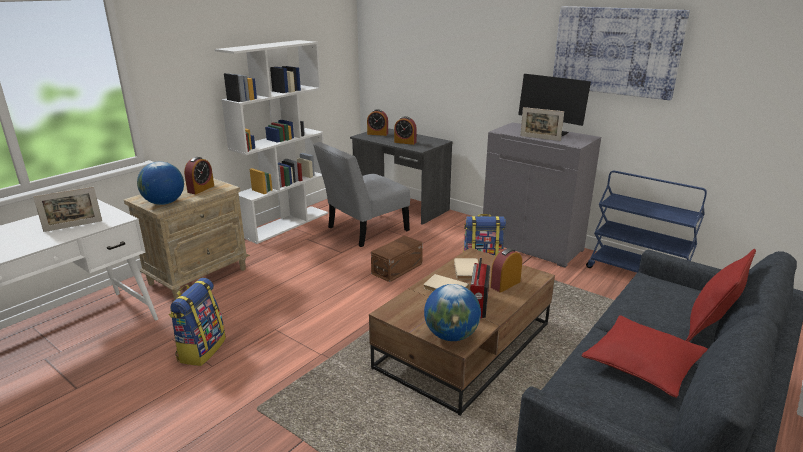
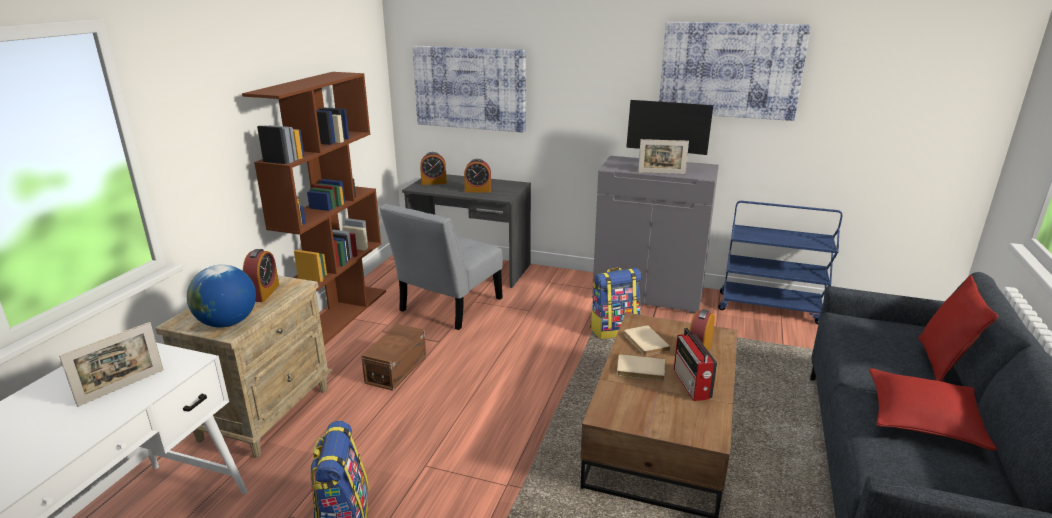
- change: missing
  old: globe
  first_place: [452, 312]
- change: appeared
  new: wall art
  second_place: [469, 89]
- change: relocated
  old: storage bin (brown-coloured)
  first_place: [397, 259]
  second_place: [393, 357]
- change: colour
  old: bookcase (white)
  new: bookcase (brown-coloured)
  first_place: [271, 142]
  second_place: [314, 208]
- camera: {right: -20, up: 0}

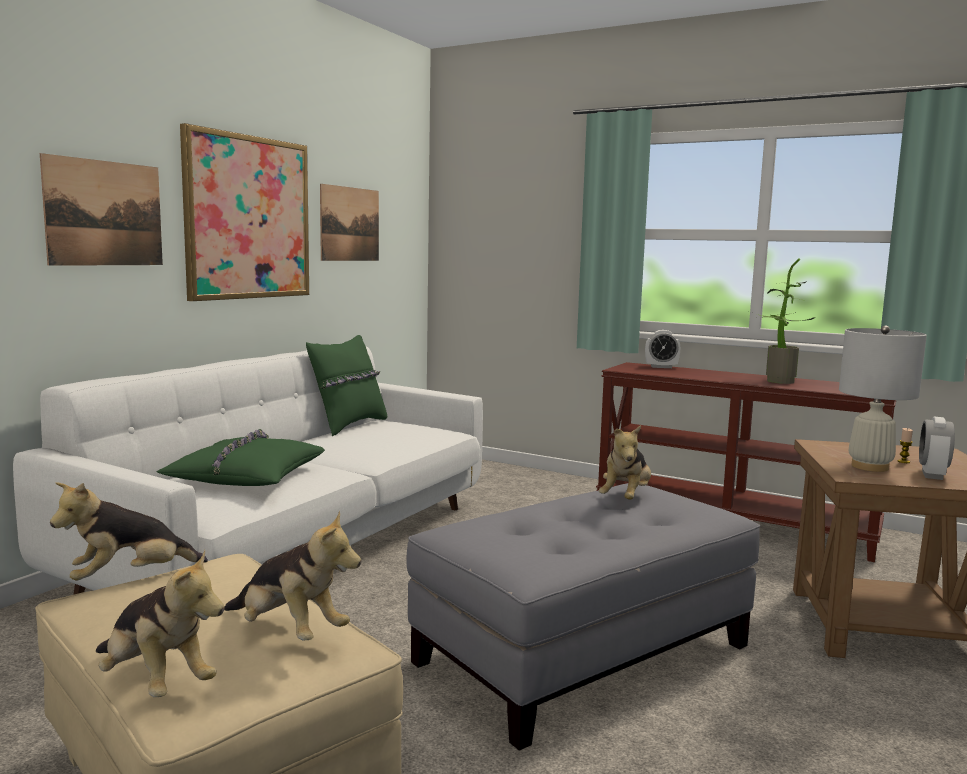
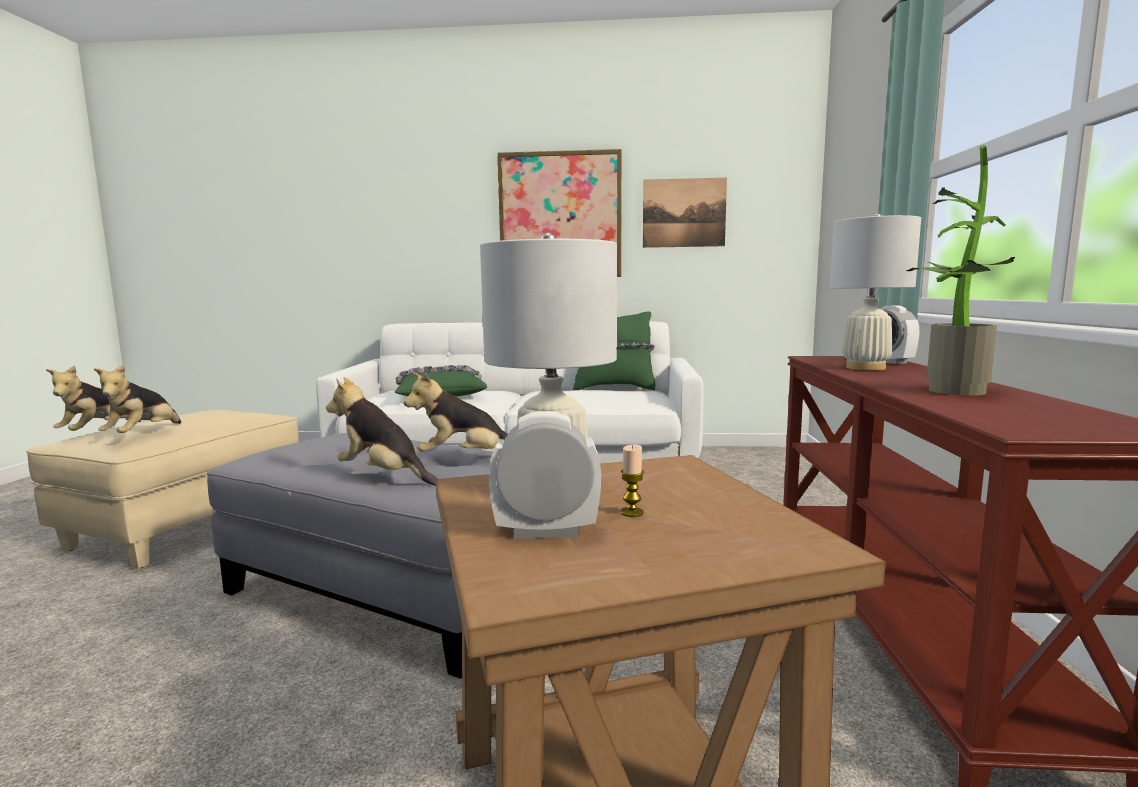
- change: missing
  old: wall art
  first_place: [101, 209]
- change: appeared
  new: lamp for a table (white)
  second_place: [875, 291]
- change: relocated
  old: plush toy
  first_place: [129, 531]
  second_place: [382, 431]
- camera: {right: 65, up: 0}

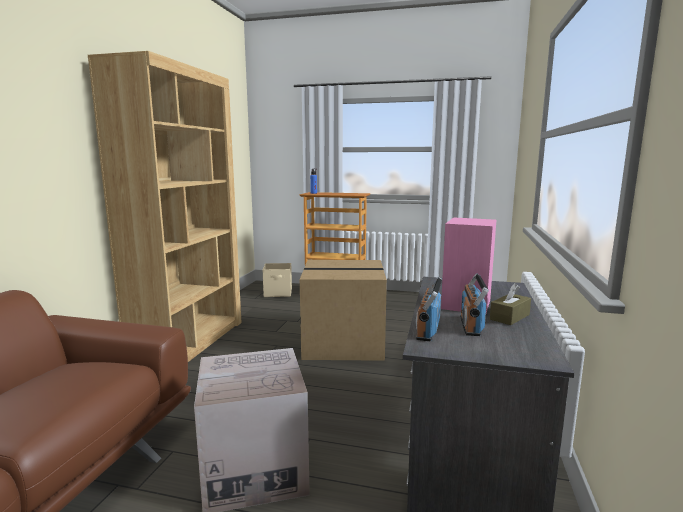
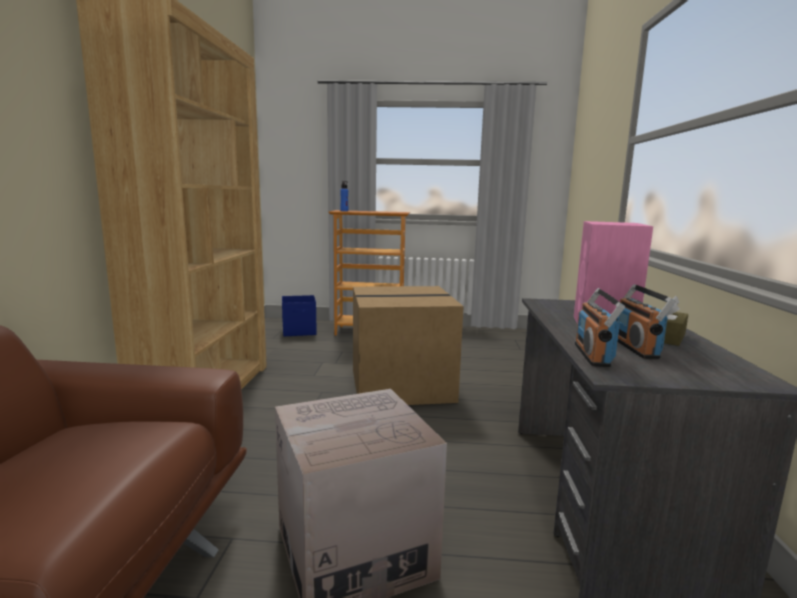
- change: colour
  old: storage bin (sand-coloured)
  new: storage bin (bluish)
  first_place: [277, 280]
  second_place: [299, 315]
- camera: {right: -10, up: 0}

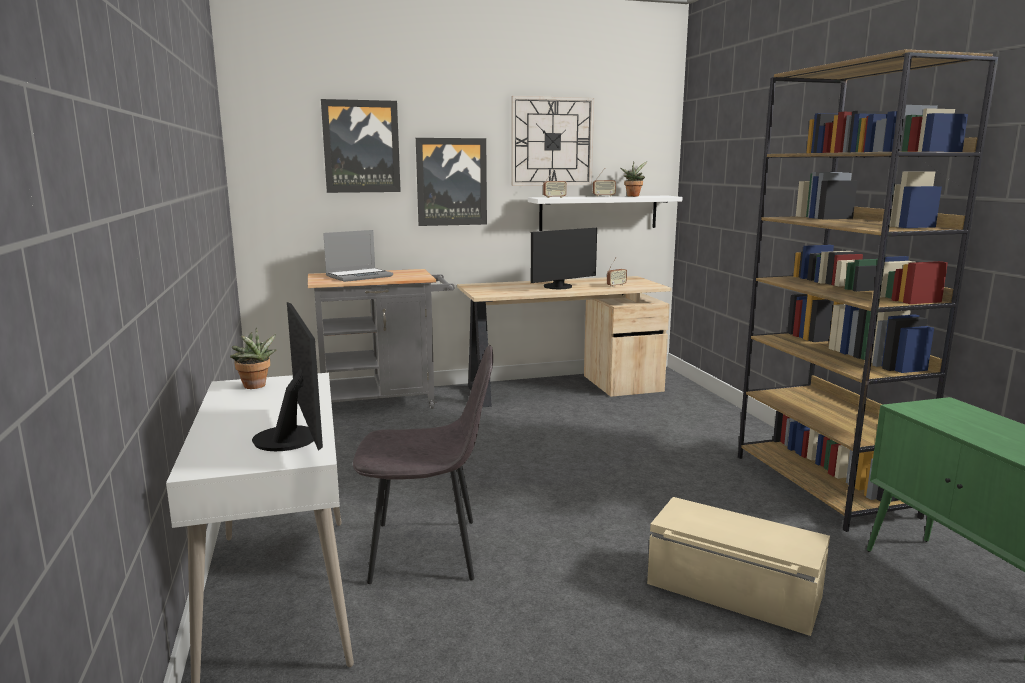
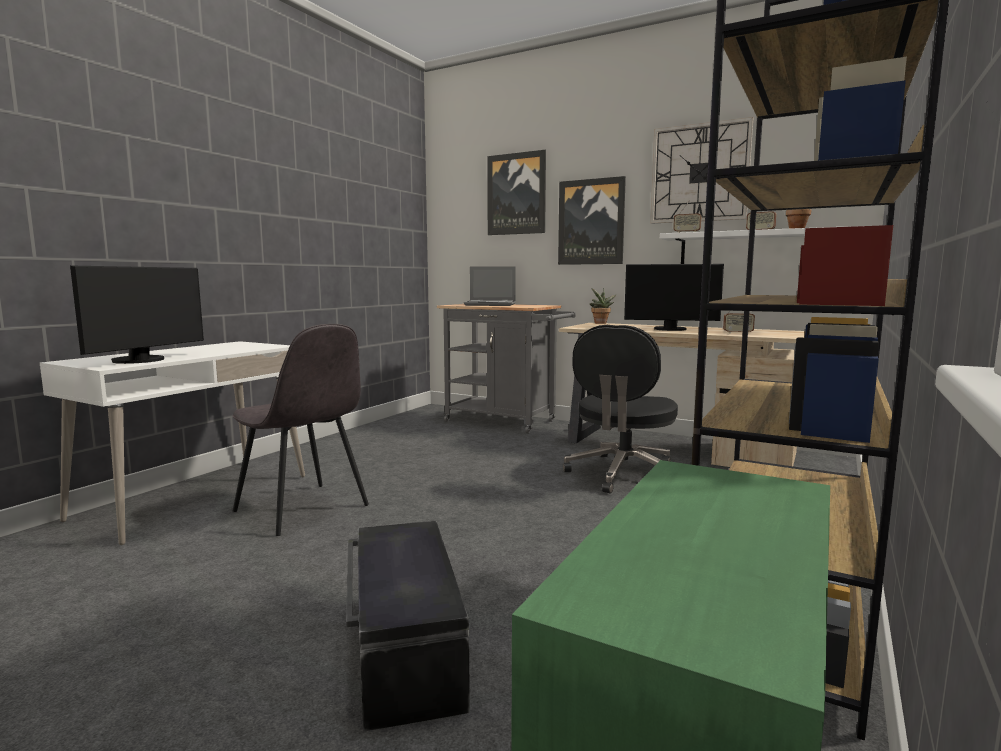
- change: appeared
  new: office chair (black-coloured)
  second_place: [620, 409]
- change: relocated
  old: plant in a pot
  first_place: [253, 358]
  second_place: [603, 306]
- change: colour
  old: storage bin (sand-coloured)
  new: storage bin (black-coloured)
  first_place: [738, 566]
  second_place: [408, 626]
- camera: {right: 45, up: -5}

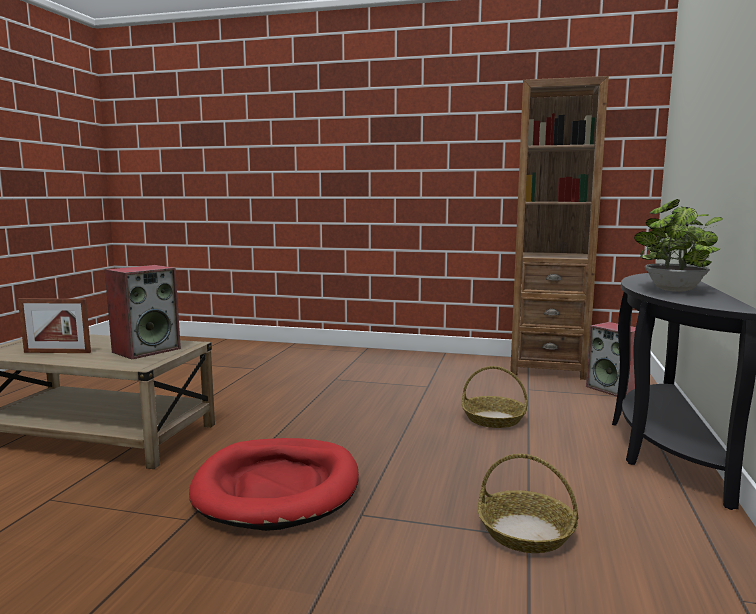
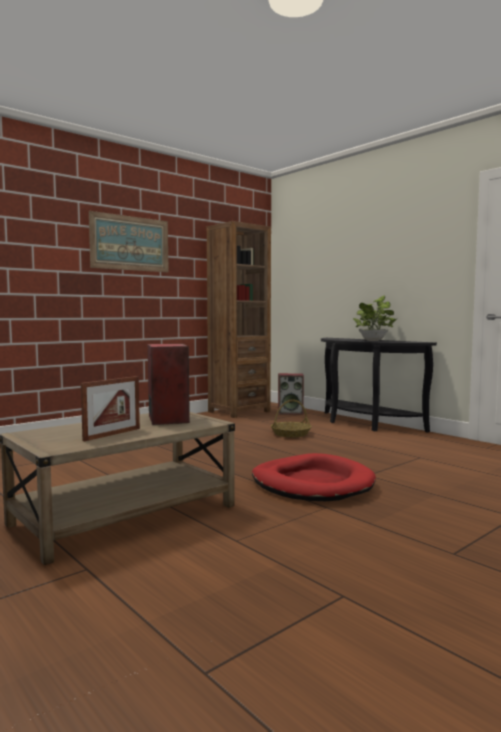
- change: missing
  old: storage basket
  first_place: [528, 503]
- change: appeared
  new: wall art
  second_place: [129, 241]
- camera: {right: -55, up: -5}

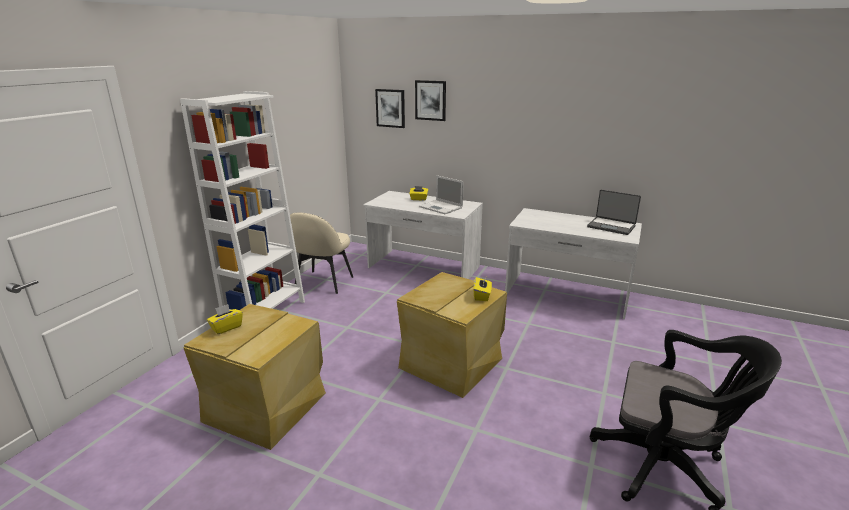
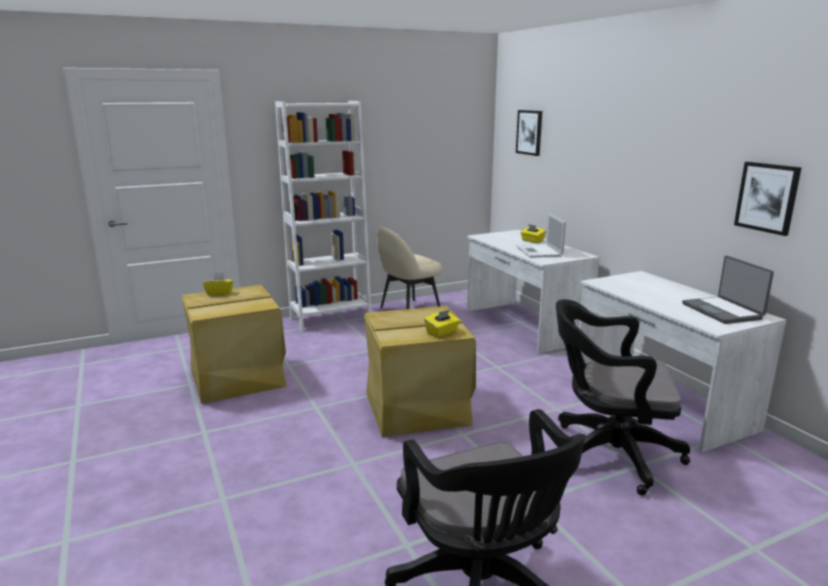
- change: appeared
  new: office chair (black-coloured)
  second_place: [623, 397]
- change: relocated
  old: wall art
  first_place: [430, 100]
  second_place: [768, 199]
- camera: {right: 40, up: -5}

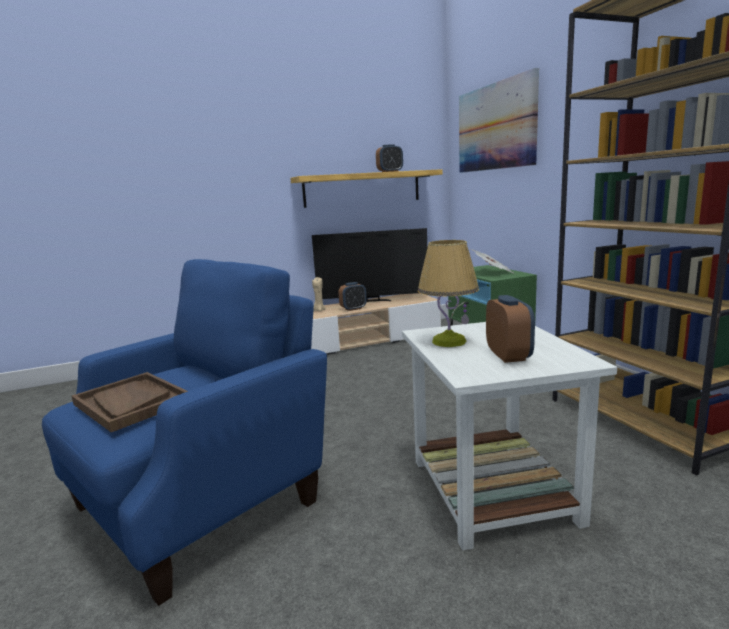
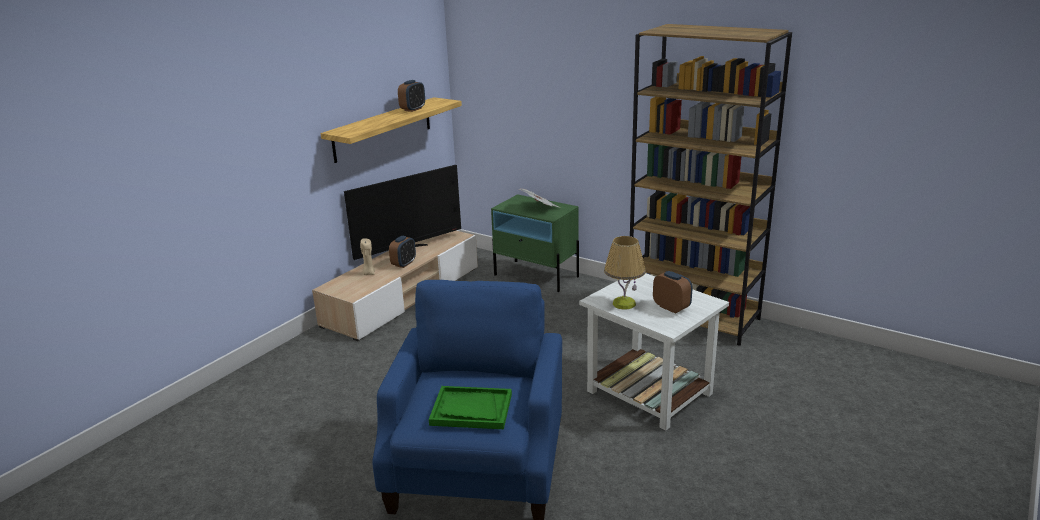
- change: missing
  old: wall art
  first_place: [499, 120]
- change: colour
  old: serving tray (brown-coloured)
  new: serving tray (green-coloured)
  first_place: [130, 402]
  second_place: [470, 407]
- camera: {right: -35, up: 10}

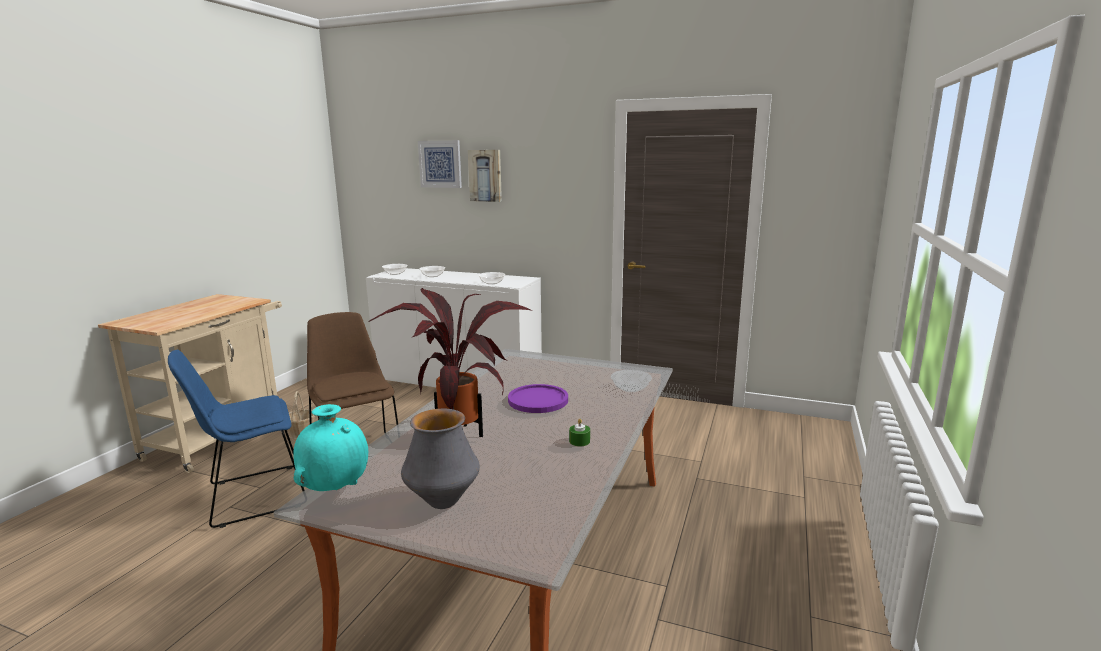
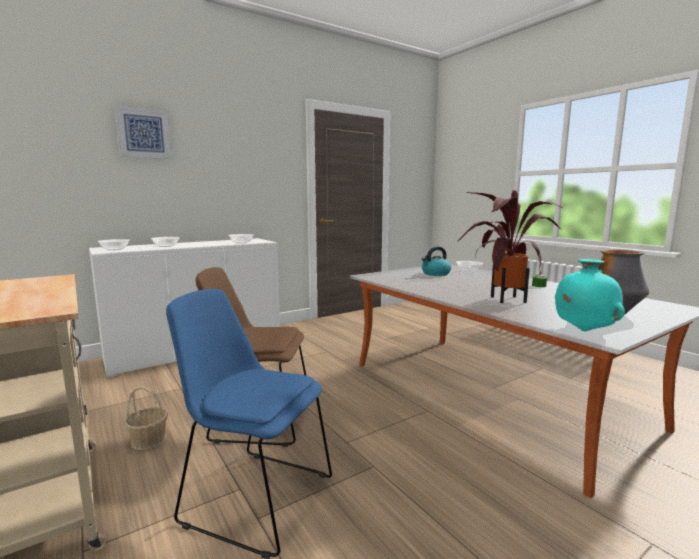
- change: missing
  old: wall art
  first_place: [485, 176]
- change: missing
  old: dinner plate (purple-coloured)
  first_place: [538, 398]
- change: appeared
  new: tea kettle
  second_place: [436, 261]
- change: spun
  old: upright chair (bluish)
  first_place: [236, 439]
  second_place: [249, 424]
  degrees: 105
- camera: {right: -55, up: -5}

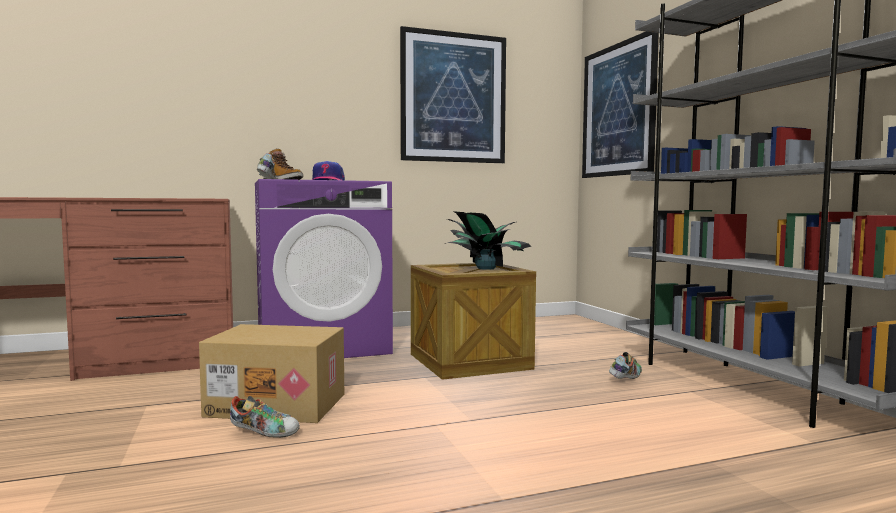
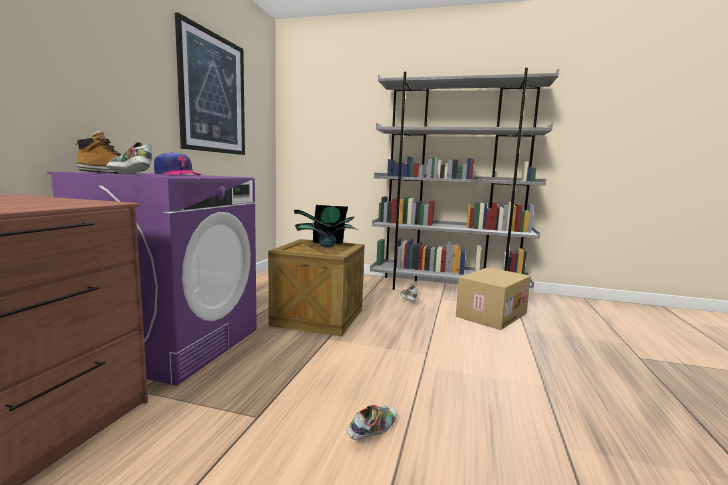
- change: missing
  old: wall art
  first_place: [620, 105]
- change: relocated
  old: carton
  first_place: [271, 373]
  second_place: [493, 298]
- camera: {right: -55, up: 5}

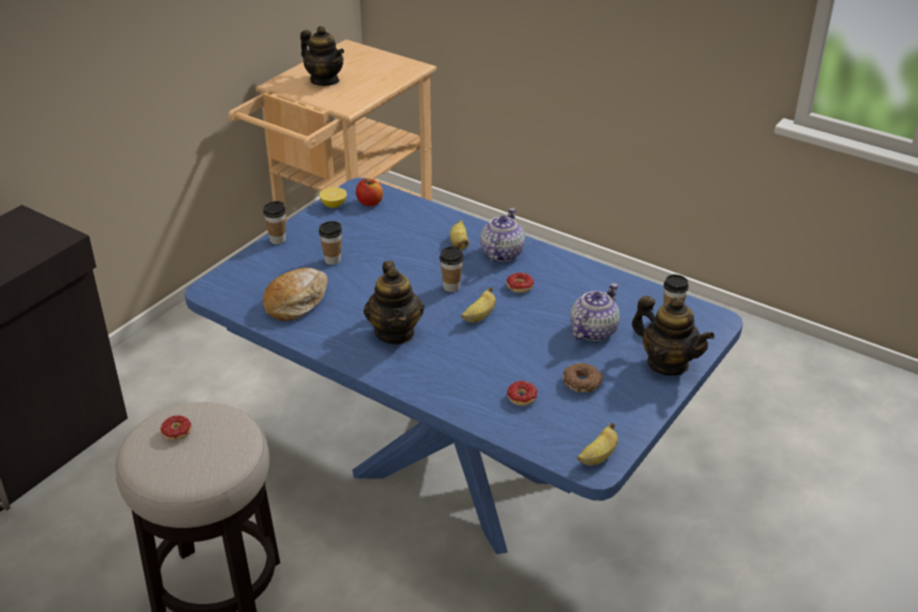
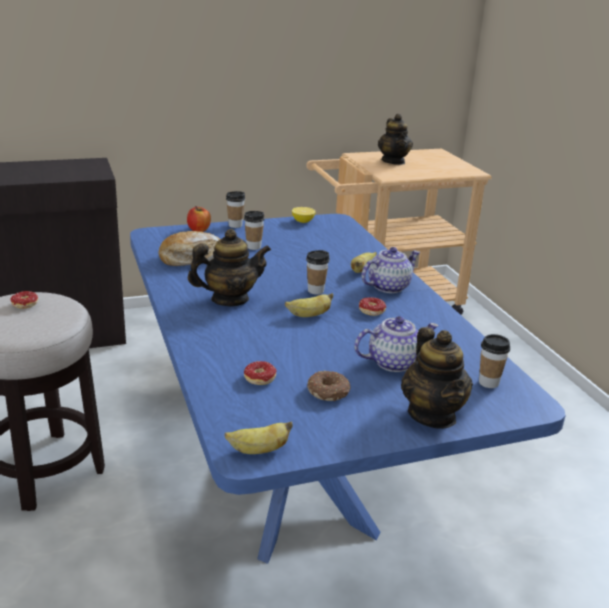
- change: relocated
  old: apple
  first_place: [369, 192]
  second_place: [199, 219]
- change: spun
  old: tea pot
  first_place: [394, 303]
  second_place: [229, 268]
  degrees: -135
- camera: {right: 35, up: -10}

